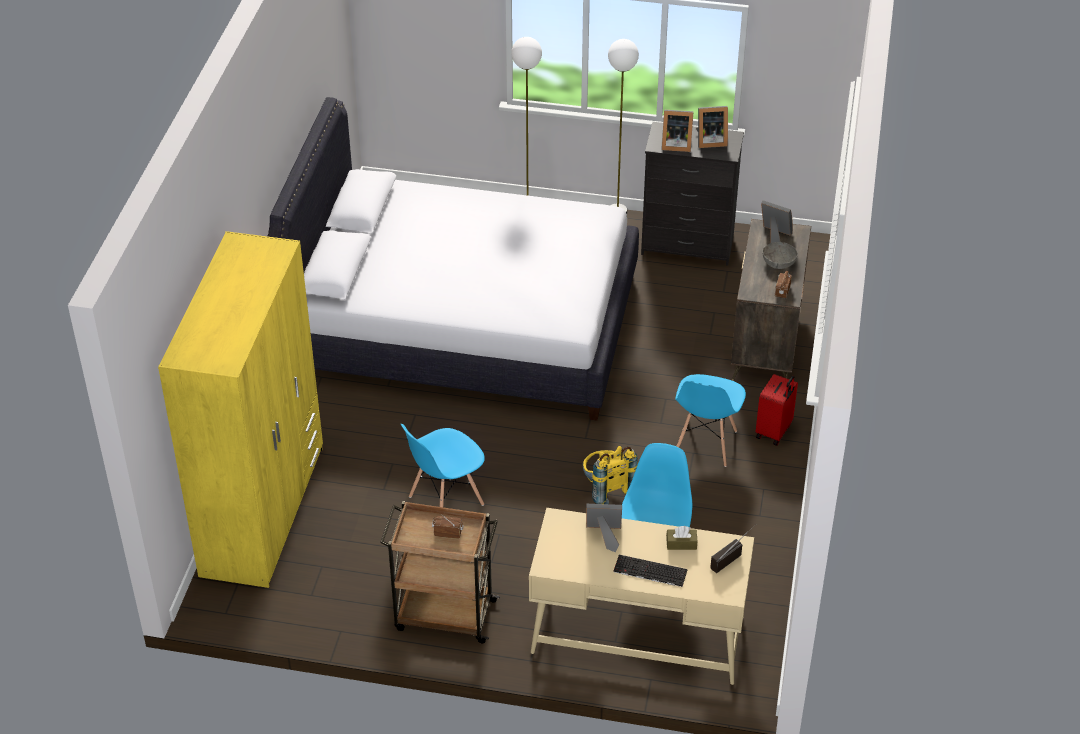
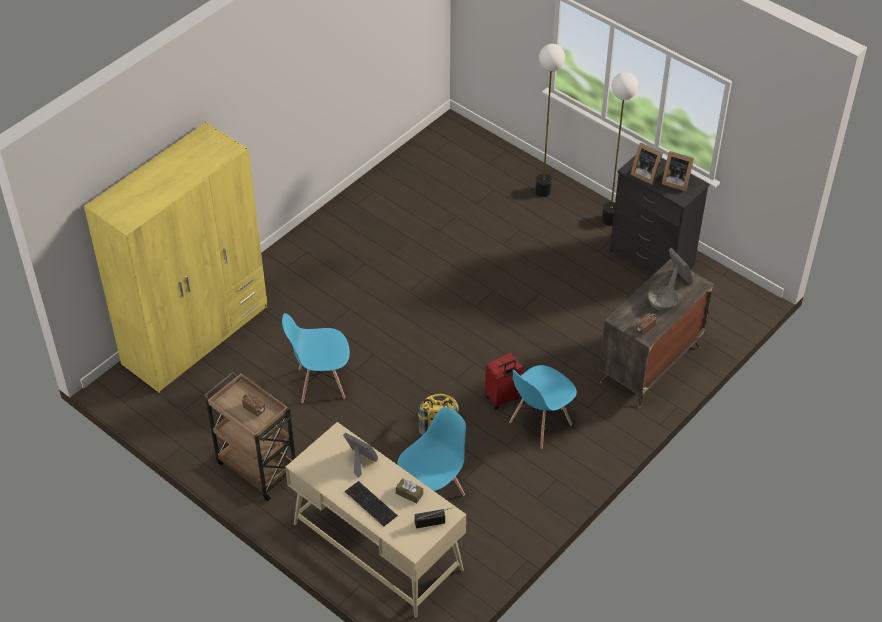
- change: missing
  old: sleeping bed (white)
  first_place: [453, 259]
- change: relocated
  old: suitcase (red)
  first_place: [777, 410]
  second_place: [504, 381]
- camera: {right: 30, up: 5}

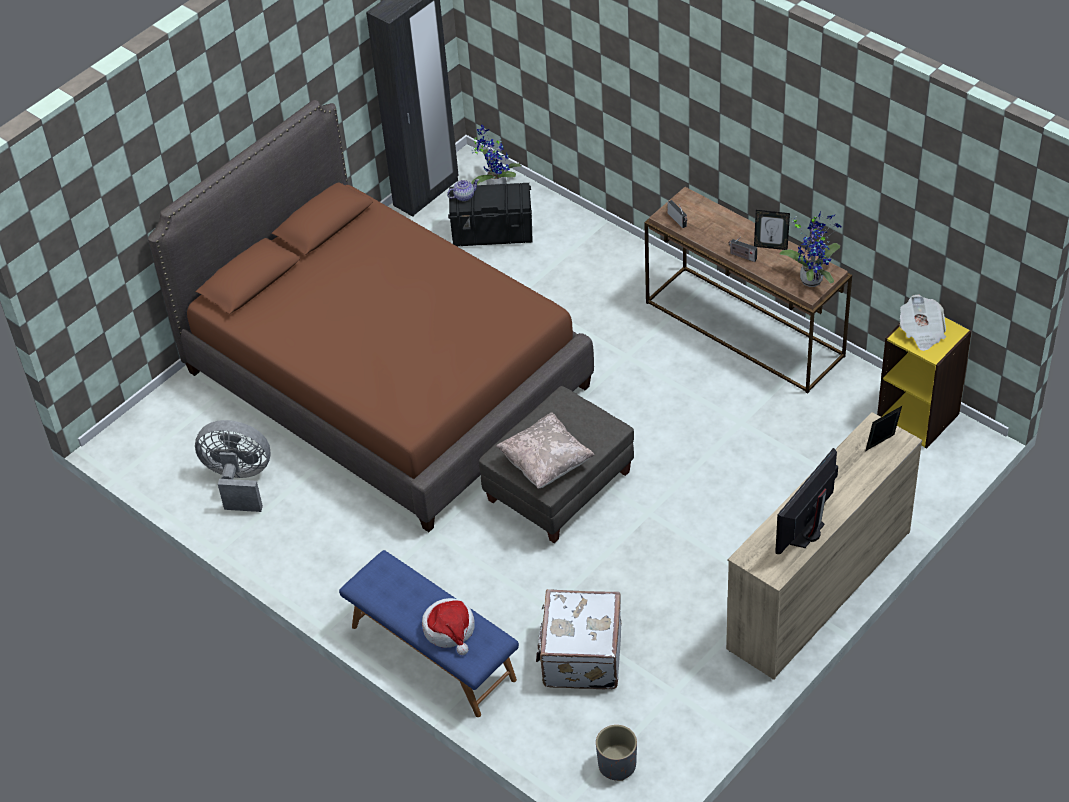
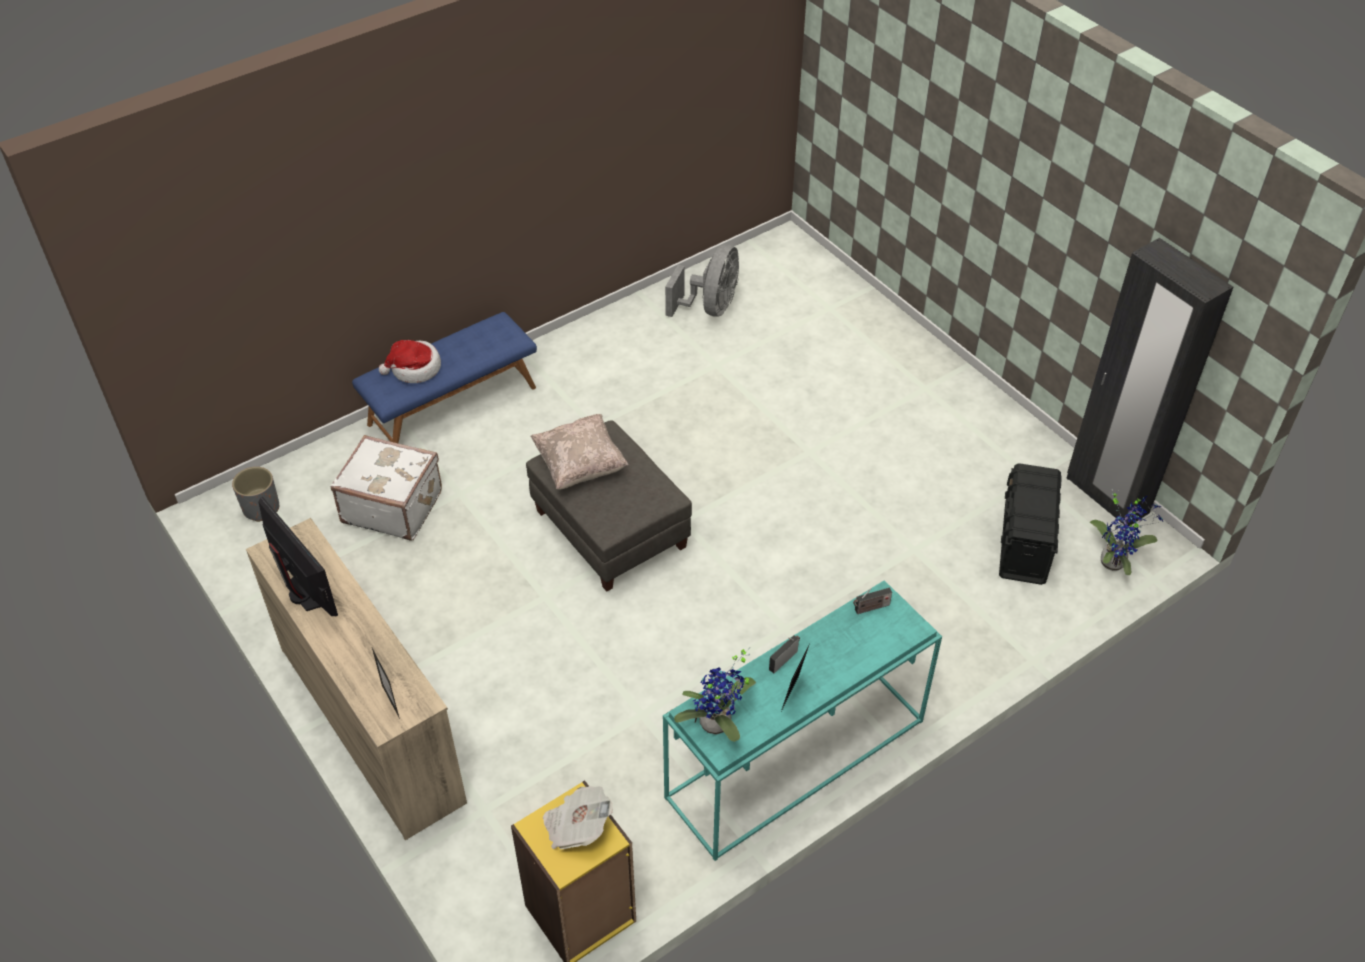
- change: missing
  old: sleeping bed (brown-coloured)
  first_place: [371, 316]
- change: missing
  old: tea pot
  first_place: [463, 190]
- change: colour
  old: console table (brown-coloured)
  new: console table (turquoise)
  first_place: [748, 290]
  second_place: [802, 721]
- camera: {right: 100, up: 0}

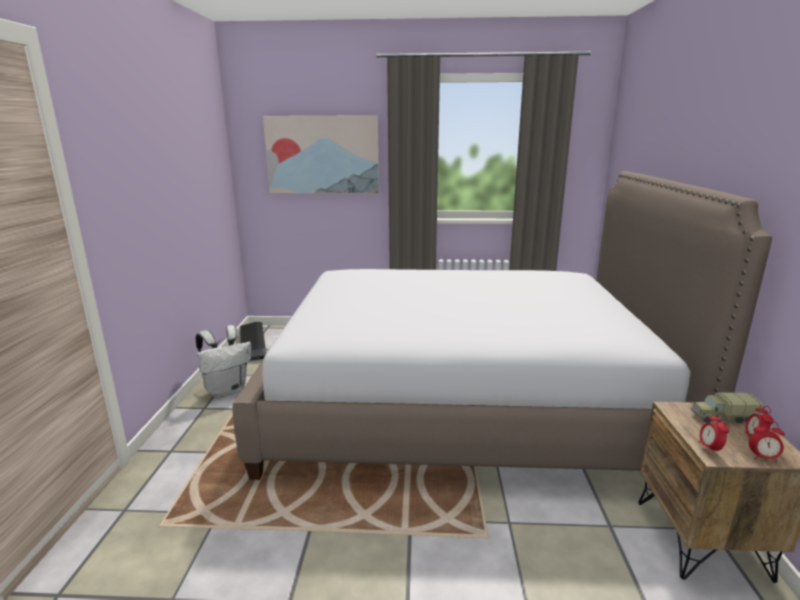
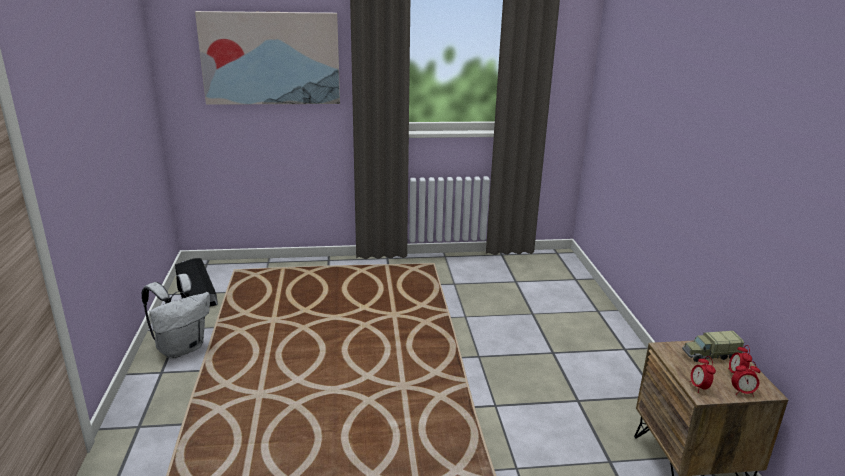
- change: missing
  old: sleeping bed
  first_place: [502, 325]
- camera: {right: -10, up: 5}

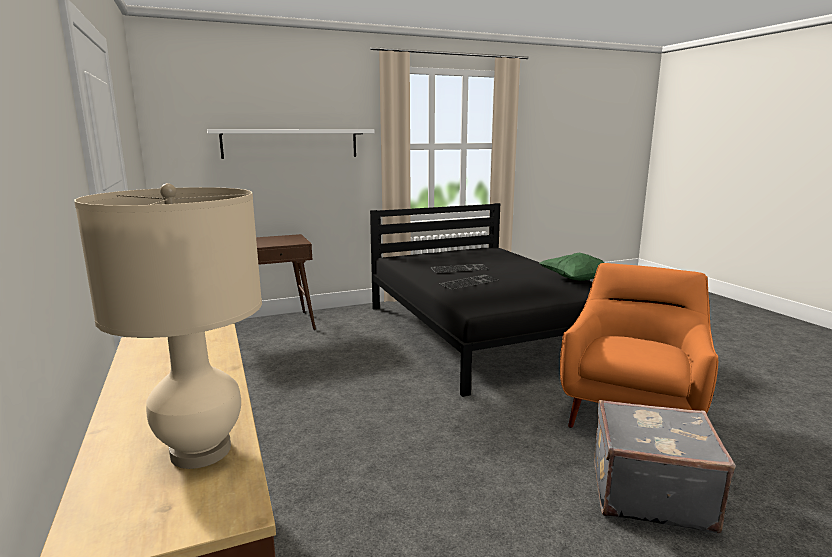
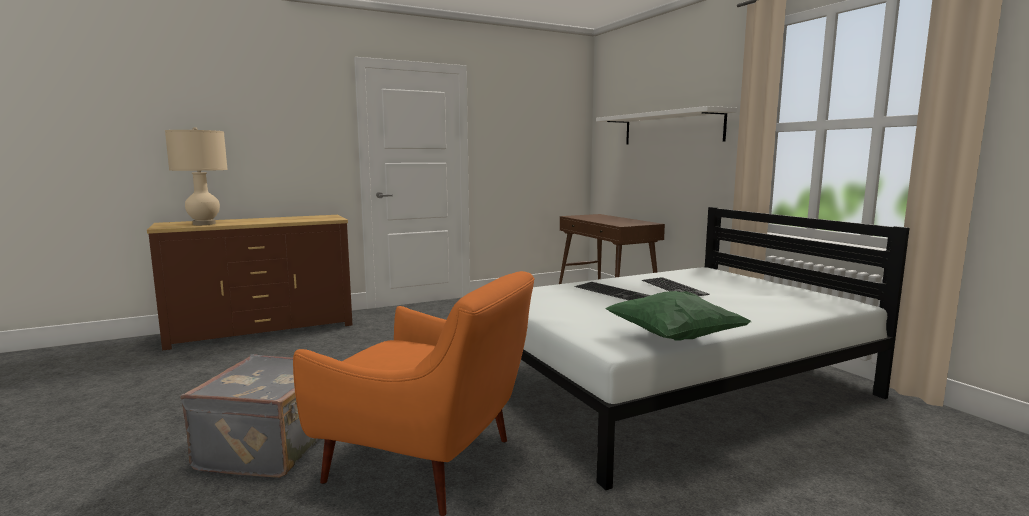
- change: colour
  old: sleeping bed (black-coloured)
  new: sleeping bed (white)
  first_place: [481, 300]
  second_place: [715, 348]
- camera: {right: 85, up: -5}

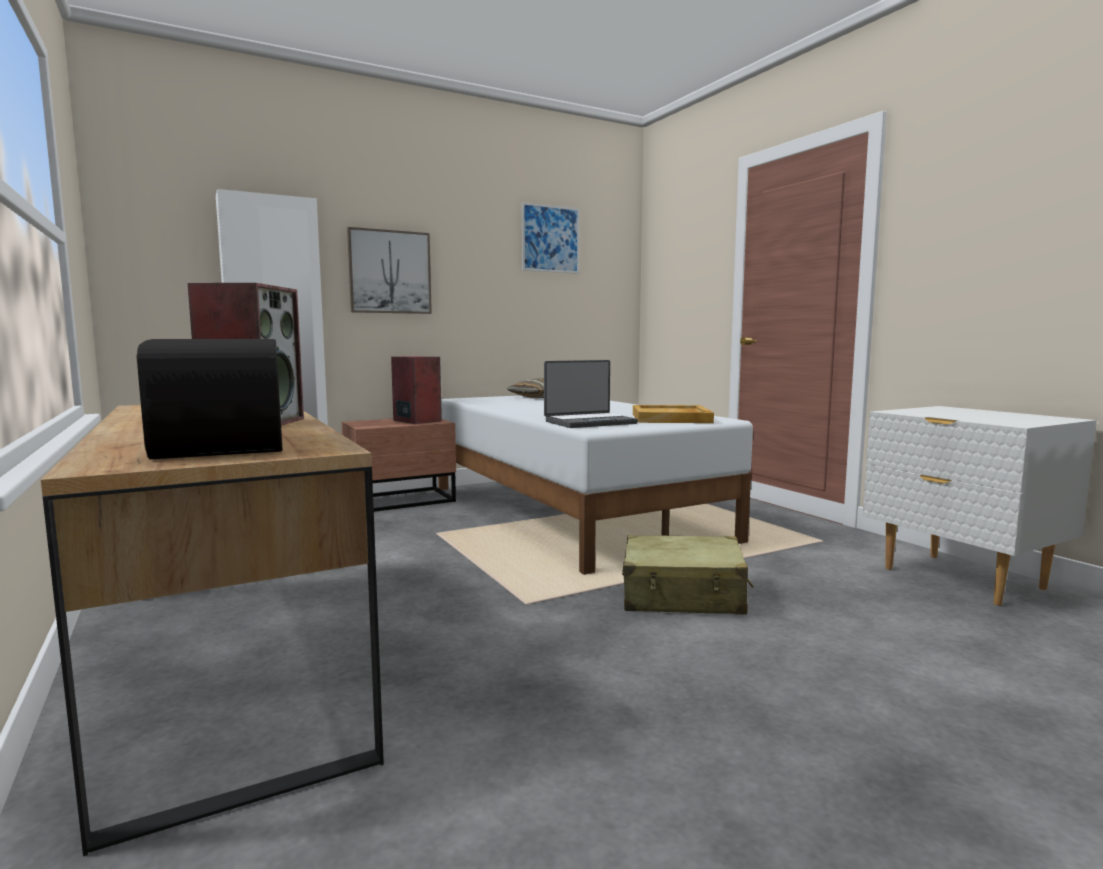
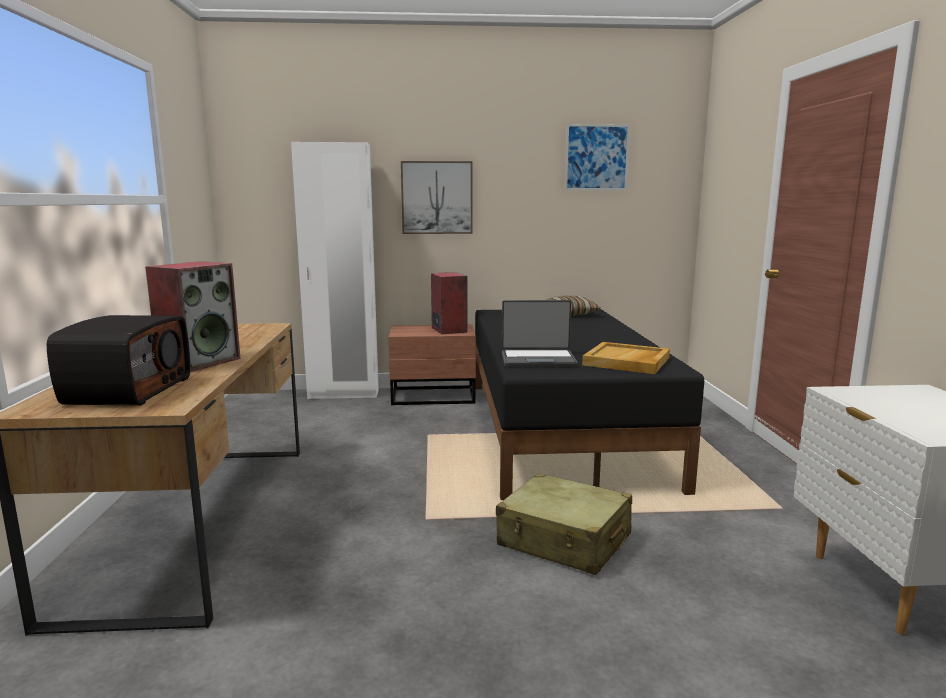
- change: colour
  old: sleeping bed (white)
  new: sleeping bed (black-coloured)
  first_place: [595, 485]
  second_place: [589, 404]
- camera: {right: 25, up: 5}

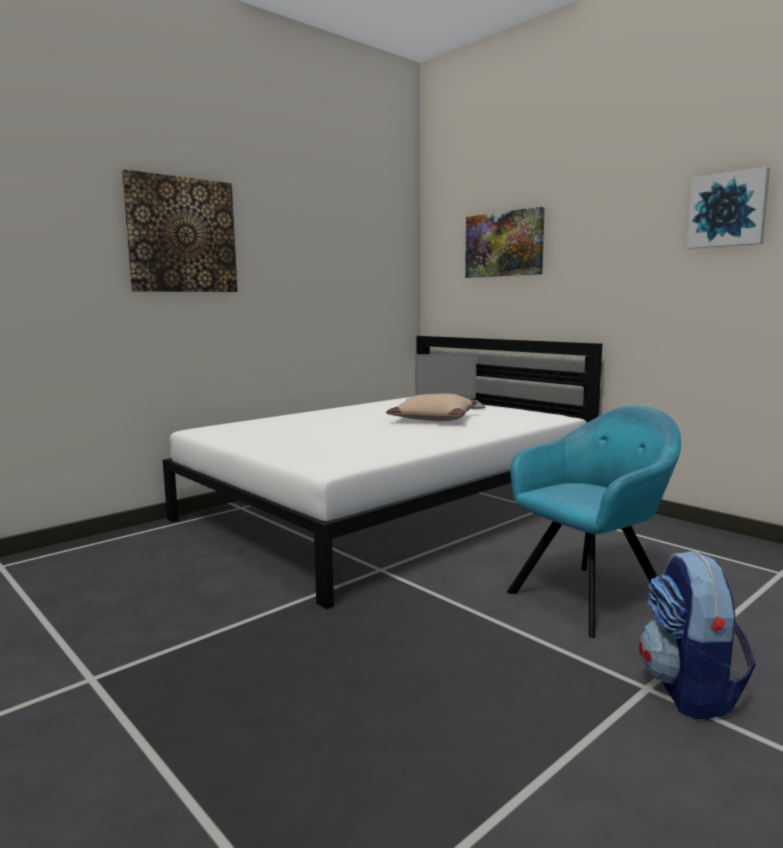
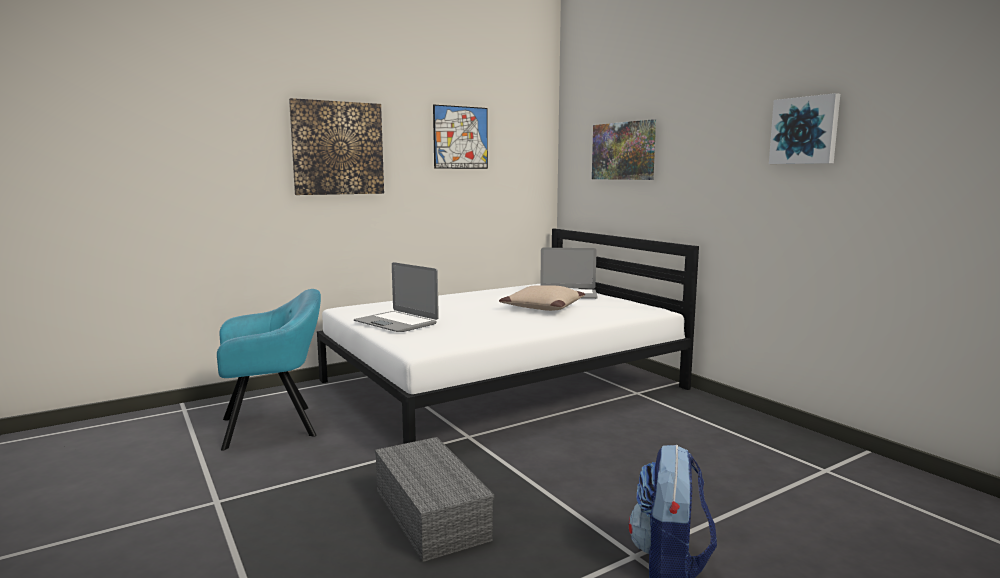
- change: appeared
  new: laptop
  second_place: [396, 297]
- change: appeared
  new: storage bin (gray)
  second_place: [434, 499]
- change: appeared
  new: wall art
  second_place: [460, 137]
- change: relocated
  old: easy chair (turquoise)
  first_place: [594, 522]
  second_place: [269, 370]
- camera: {right: 10, up: 0}

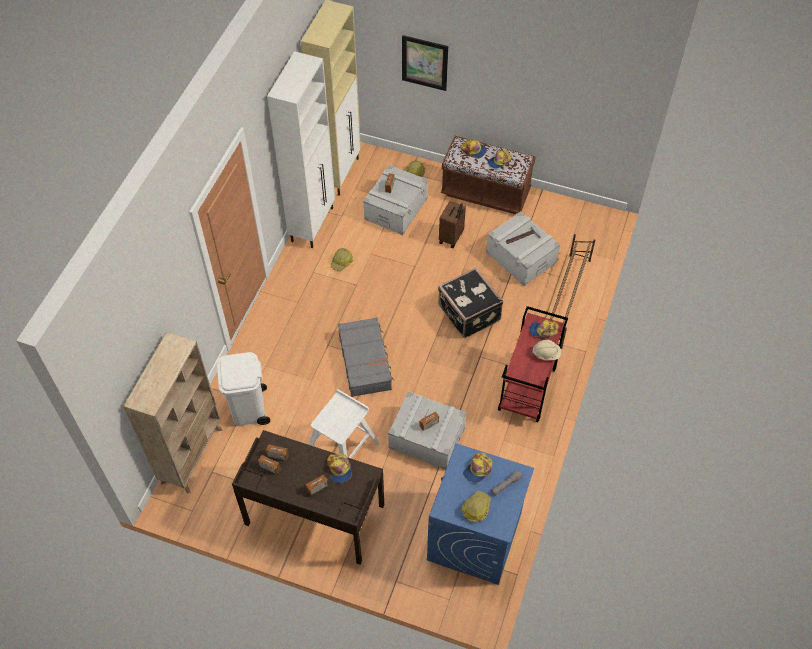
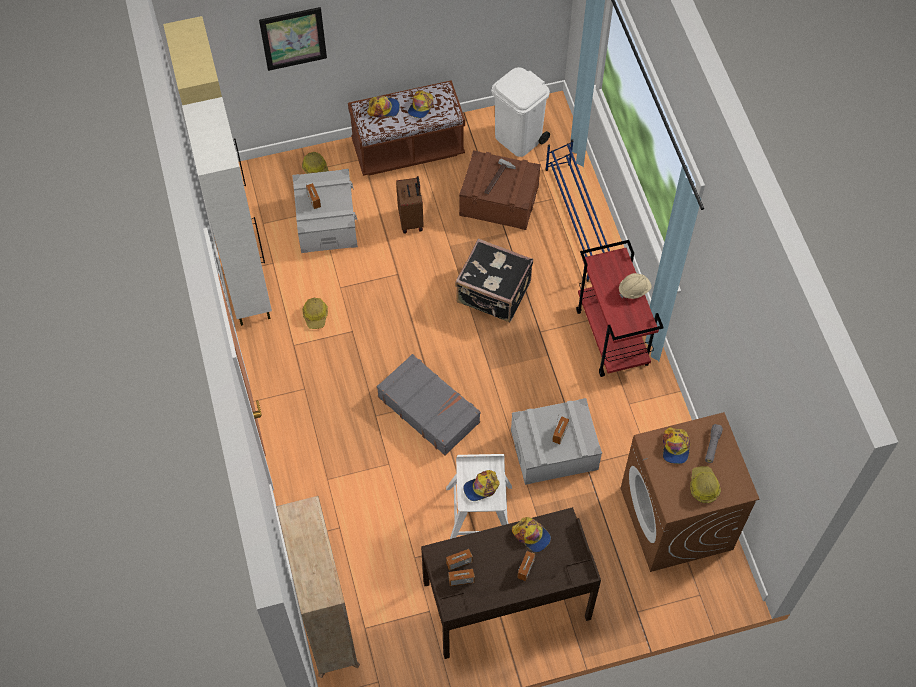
- change: relocated
  old: trash can (white)
  first_place: [243, 389]
  second_place: [520, 112]
- change: relocated
  old: baseball cap
  first_place: [544, 328]
  second_place: [481, 485]
- change: colour
  old: laundry appliance (bluish)
  new: laundry appliance (brown-coloured)
  first_place: [480, 514]
  second_place: [689, 492]
- change: colour
  old: storage bin (gray)
  new: storage bin (brown-coloured)
  first_place: [523, 248]
  second_place: [500, 190]
- change: colour
  old: shoe stand (brown-coloured)
  new: shoe stand (bluish)
  first_place: [572, 291]
  second_place: [577, 210]
- camera: {right: -35, up: 5}

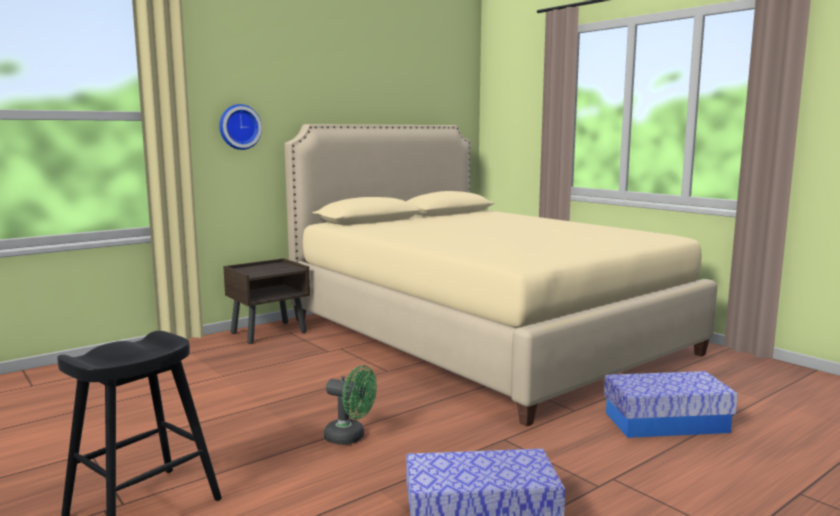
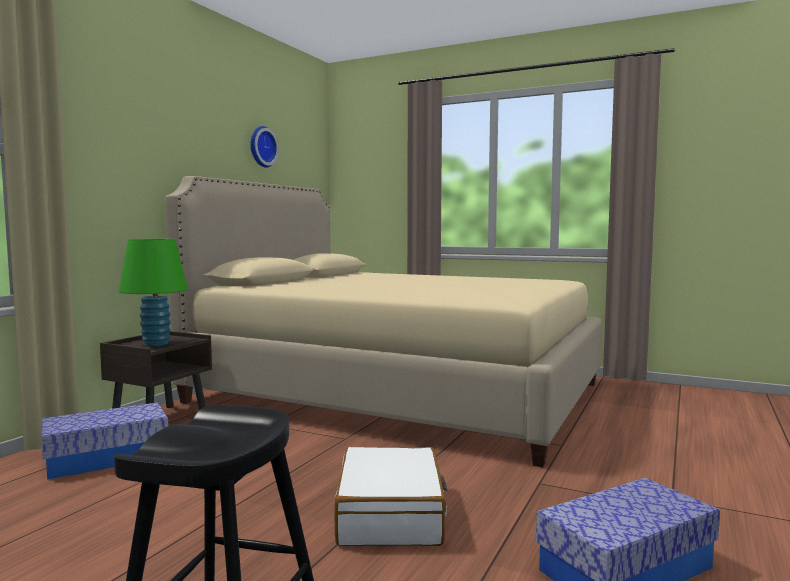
- change: appeared
  new: lamp for a table (green-coloured)
  second_place: [153, 292]
- change: relocated
  old: hanging clock
  first_place: [240, 127]
  second_place: [264, 147]
- change: relocated
  old: storage bin
  first_place: [671, 404]
  second_place: [104, 441]
- change: exchanged
  old: fan (green-coloured)
  new: suitcase (white)
  first_place: [350, 405]
  second_place: [391, 496]
- camera: {right: -25, up: -5}

